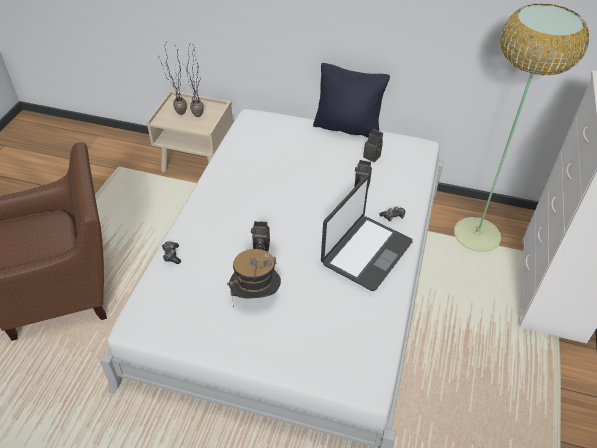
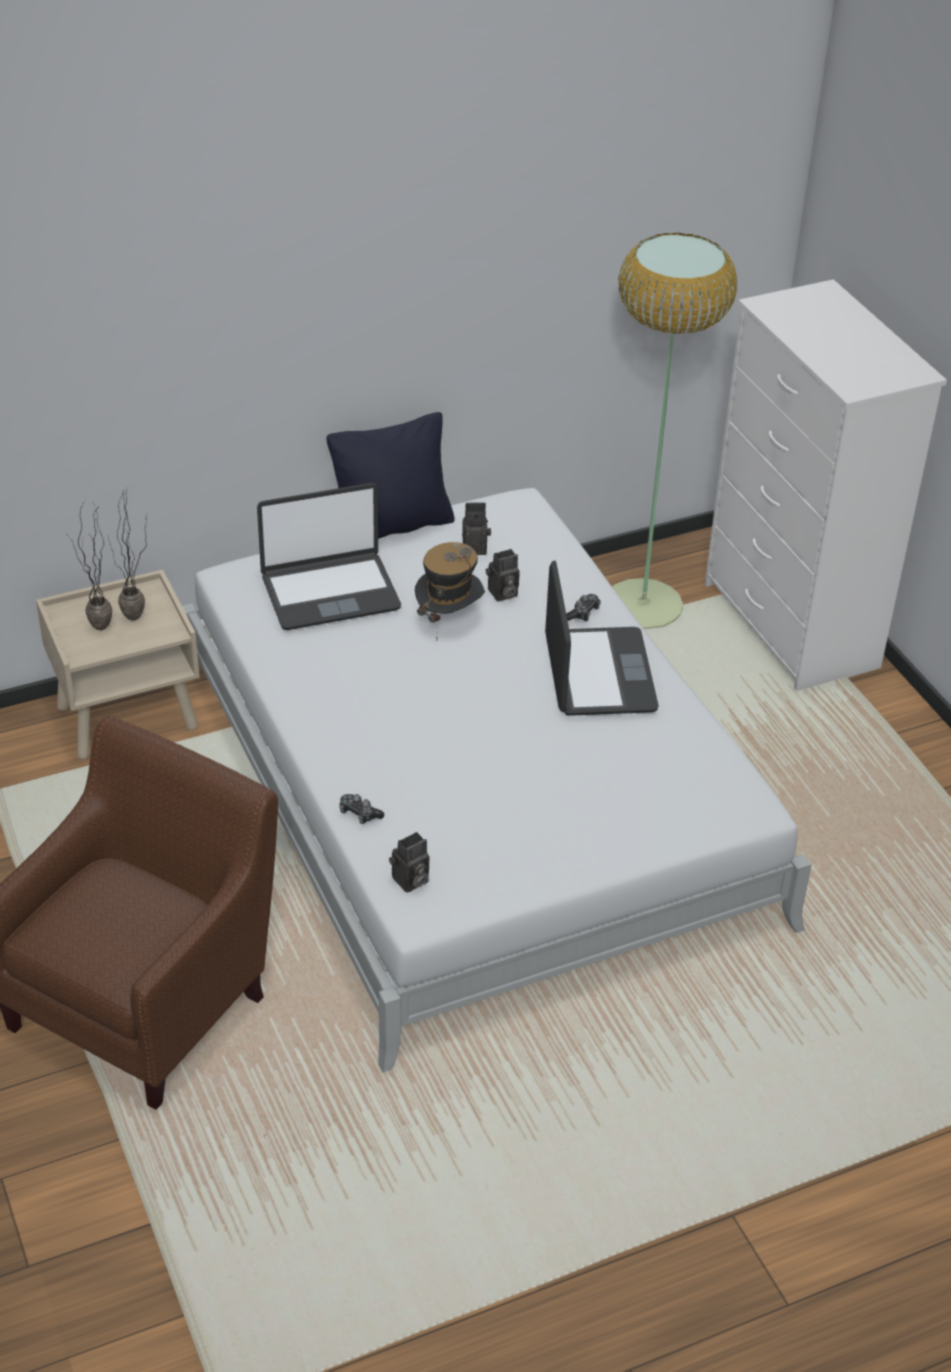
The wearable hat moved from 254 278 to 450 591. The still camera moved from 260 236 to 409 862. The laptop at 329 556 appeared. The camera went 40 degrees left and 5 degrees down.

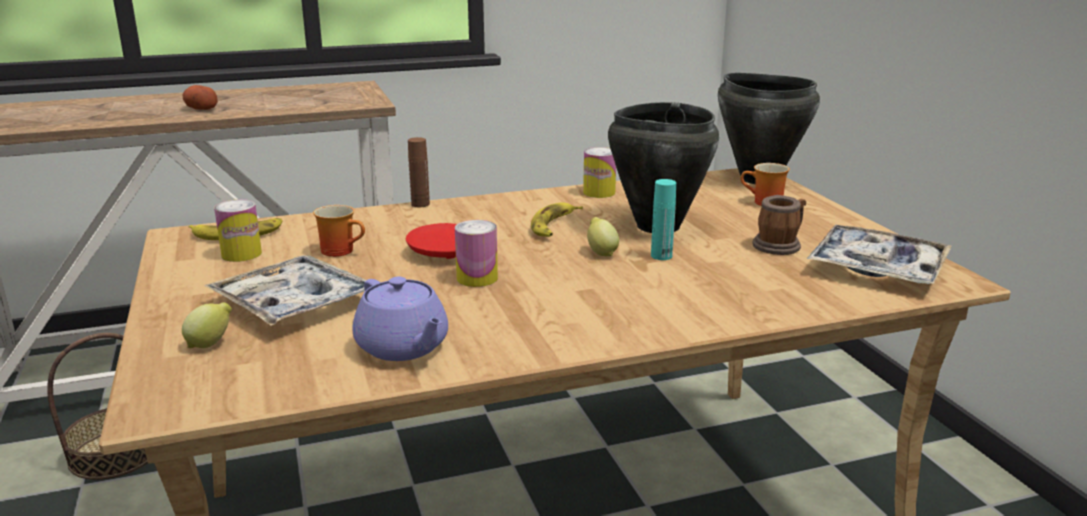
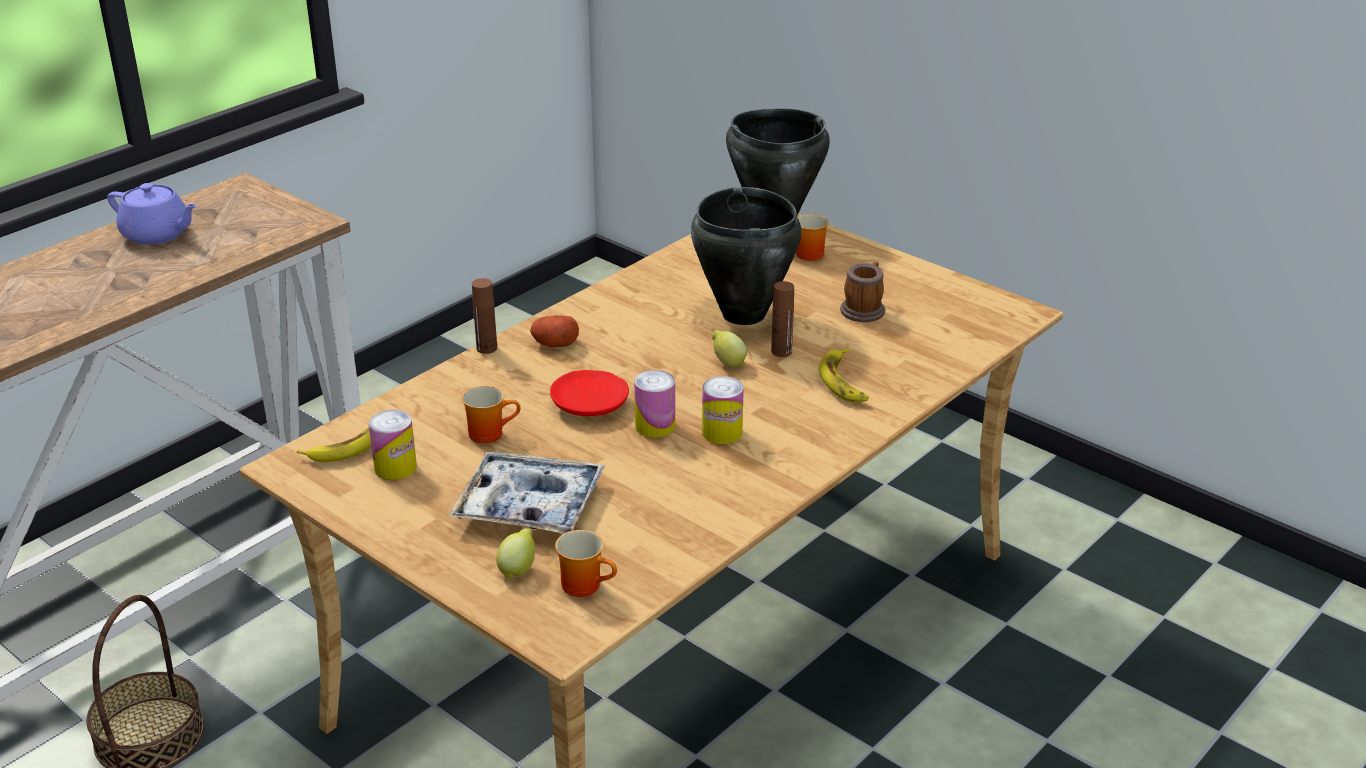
The spud moved from 200 97 to 554 331. The purplish teapot moved from 400 318 to 152 214. The banana moved from 557 219 to 843 375. The metal can moved from 599 172 to 723 410. The turquoise bottle at 663 219 became the brown bottle at 782 319. The tray at 879 254 disappeared. The coffee mug at 586 563 appeared. The camera went 30 degrees left and 10 degrees up.

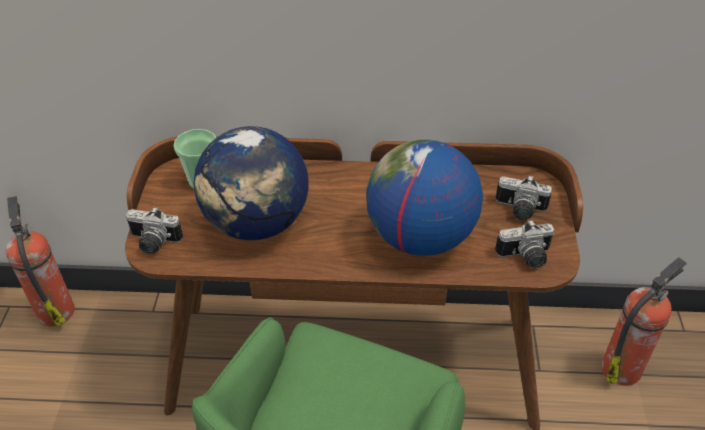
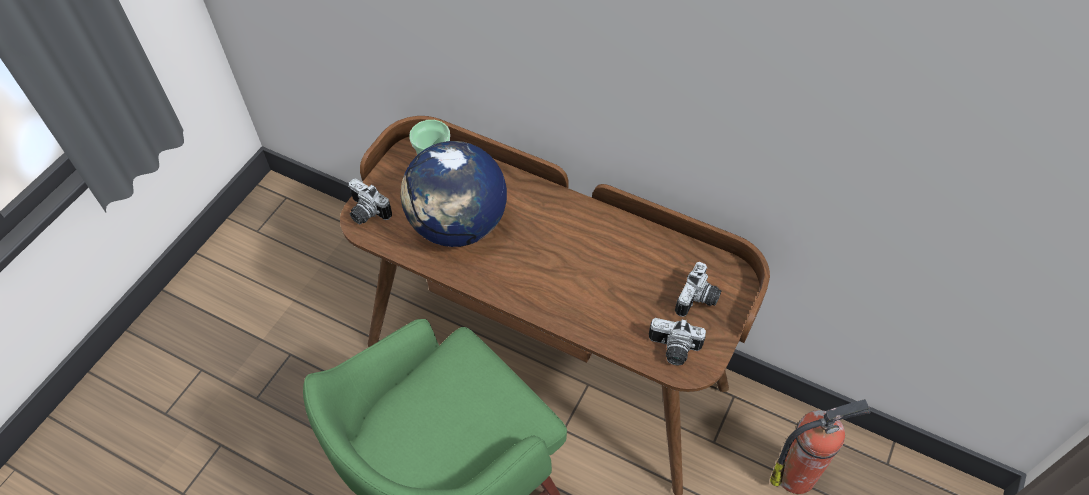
The extinguisher at 40 261 disappeared. The globe at 424 197 disappeared. The still camera at 524 198 turned 105 degrees counterclockwise. The camera went 25 degrees right and 10 degrees up.

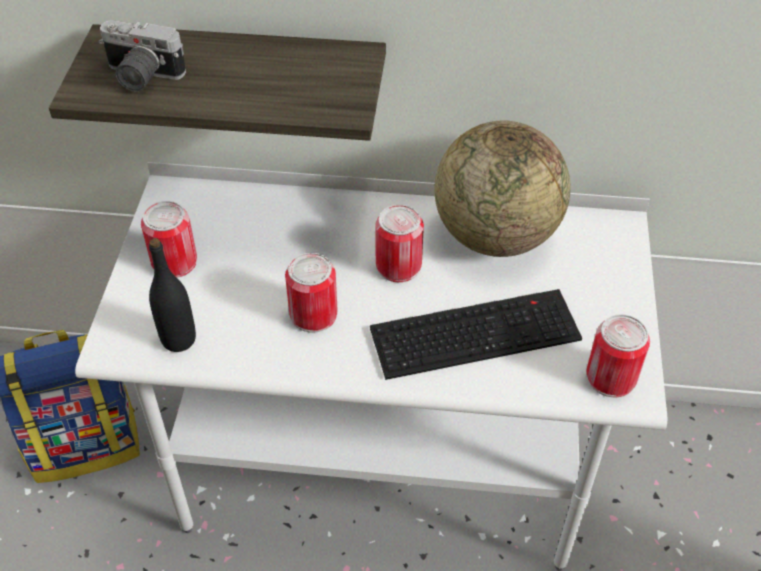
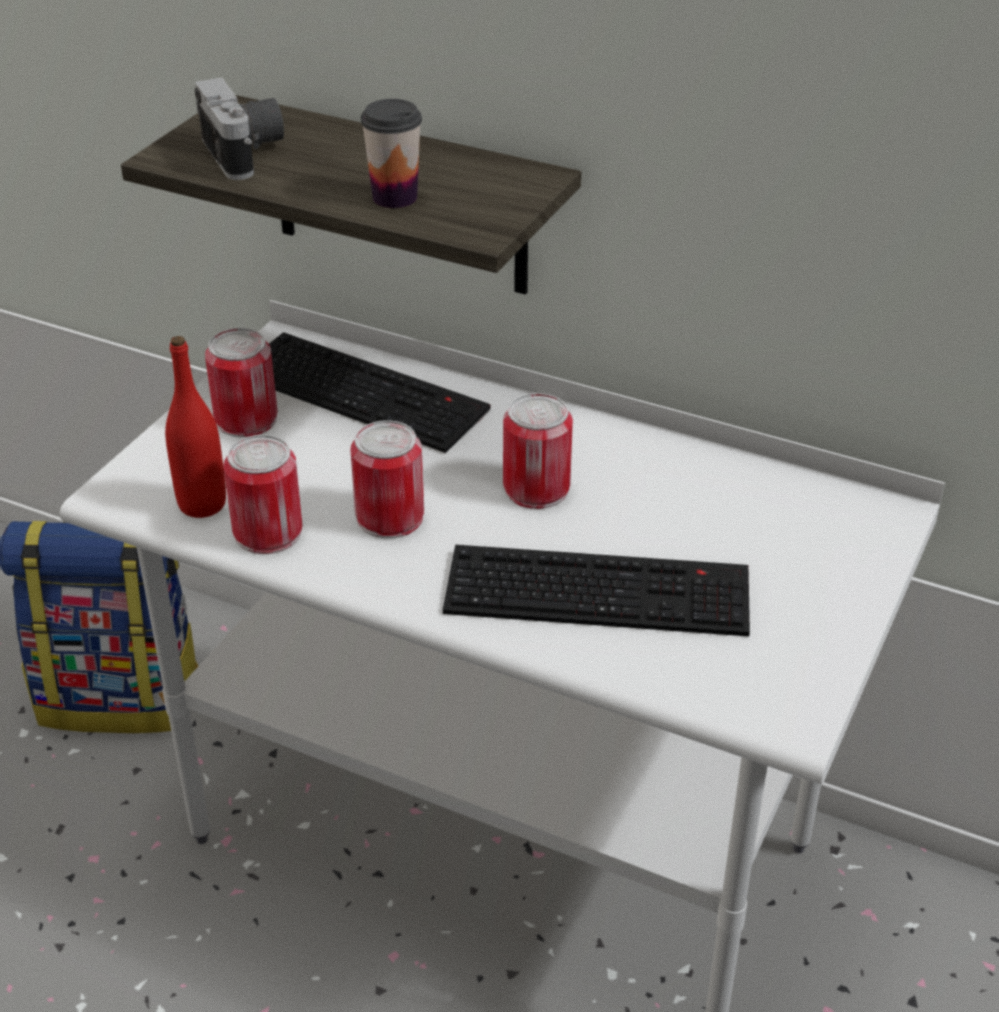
The still camera at 142 56 turned 150 degrees counterclockwise. The blackish bottle at 172 295 became the red-coloured bottle at 195 427. The globe at 502 188 disappeared. The metal can moved from 618 355 to 263 494. The computer keyboard at 380 392 appeared. The cup at 391 153 appeared. The camera went 20 degrees right and 10 degrees down.

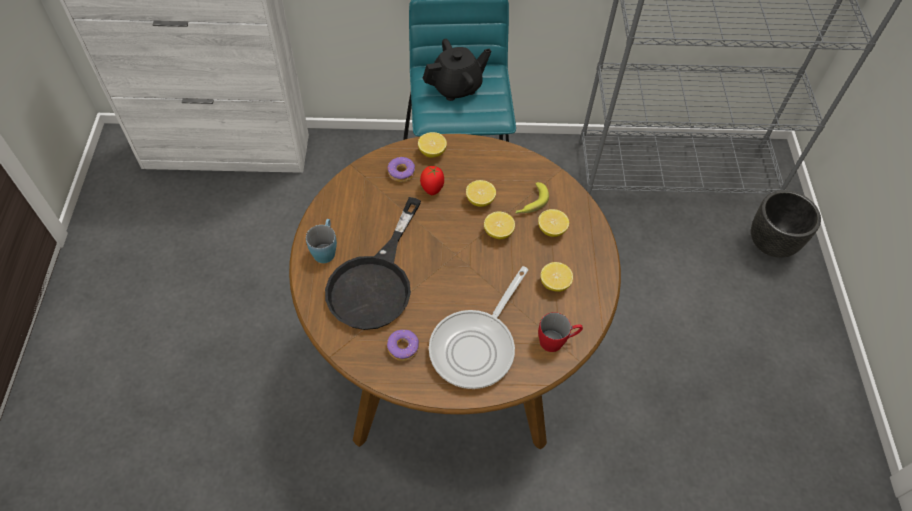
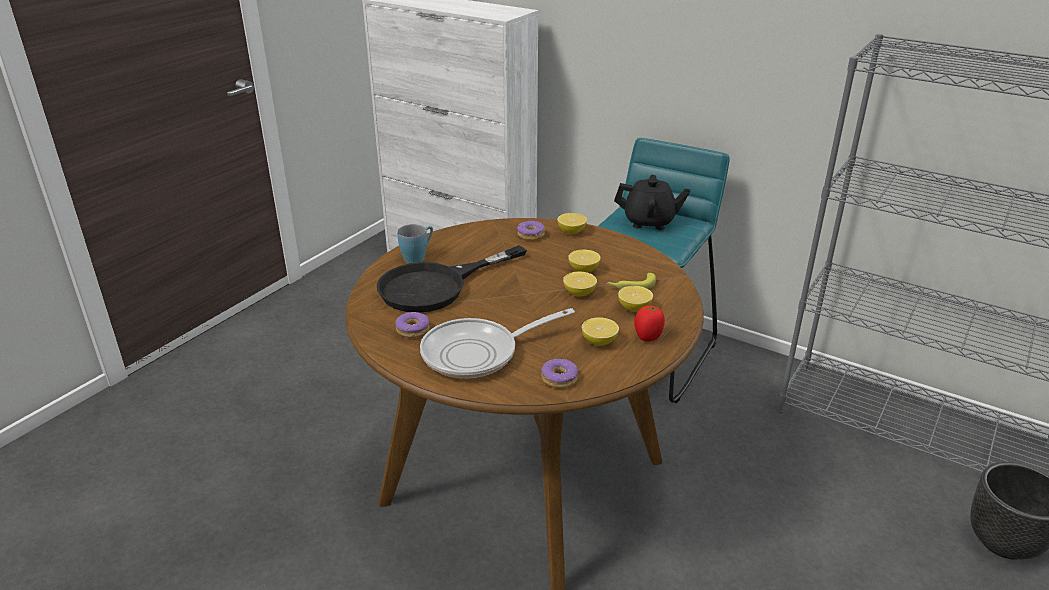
The tomato moved from 432 180 to 649 323. The red-coloured coffee mug at 560 332 was replaced by the doughnut at 559 373. The camera went 35 degrees right and 25 degrees down.

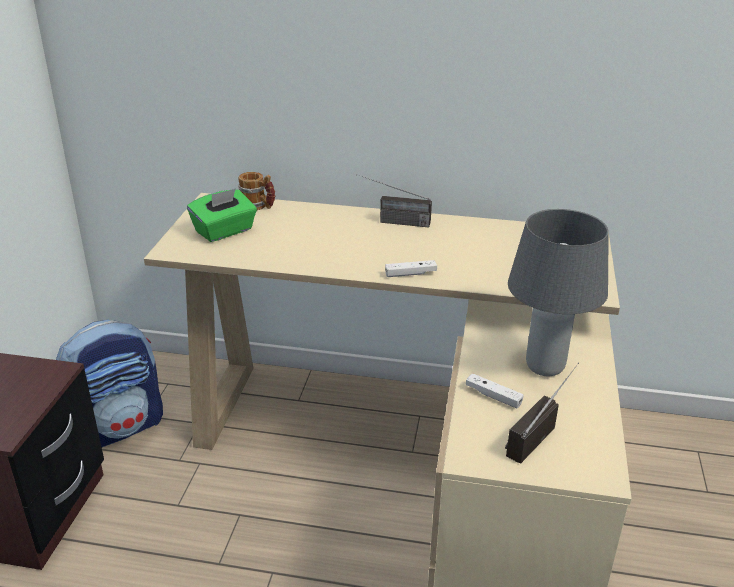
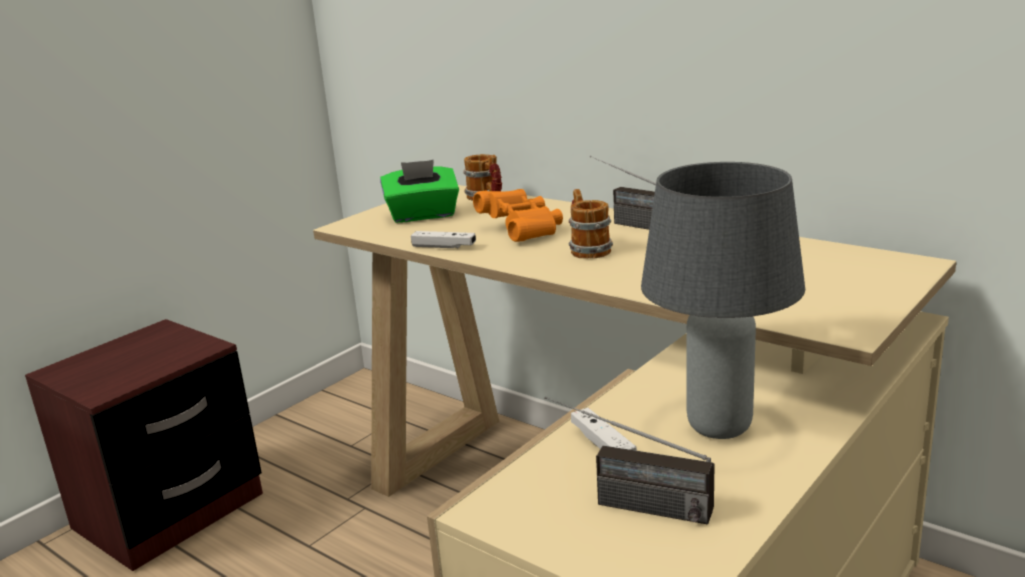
The backpack at 109 383 disappeared. The white joypad moved from 411 268 to 443 240. The radio at 542 412 turned 135 degrees counterclockwise. The orange pair of binoculars at 518 215 appeared. The coffee mug at 591 224 appeared. The camera went 30 degrees right and 10 degrees down.

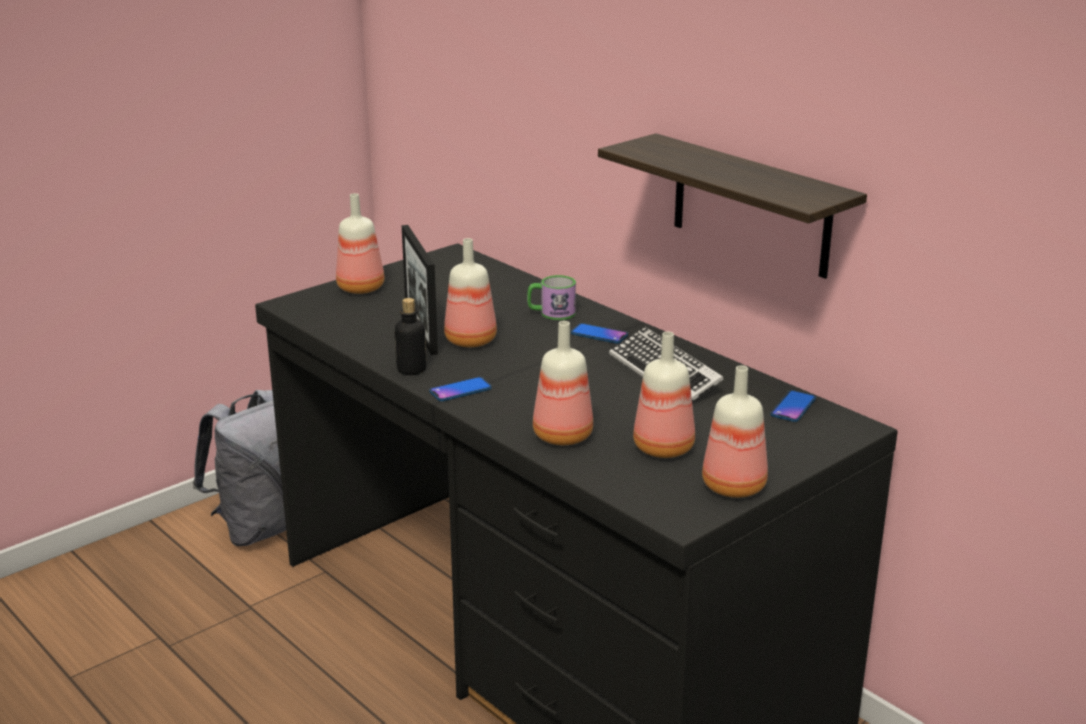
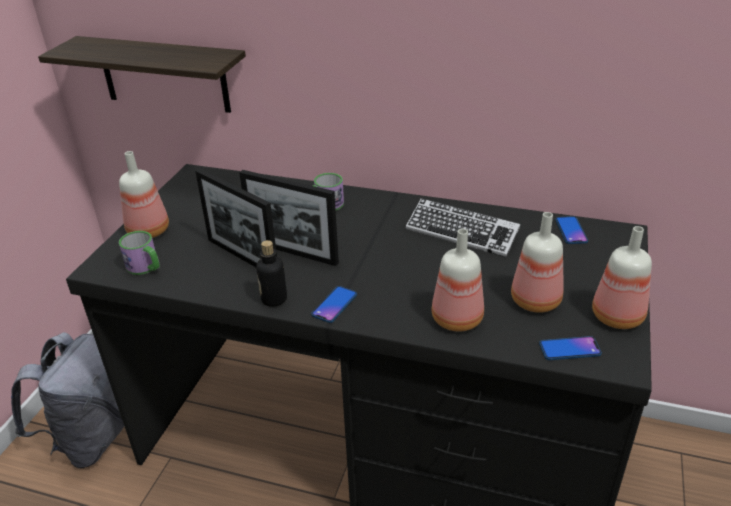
The bottle at 470 292 was replaced by the picture frame at 289 218. The handset moved from 599 333 to 570 348. The shelf moved from 732 206 to 142 74. The coffee mug at 139 253 appeared. The camera went 30 degrees left and 10 degrees up.

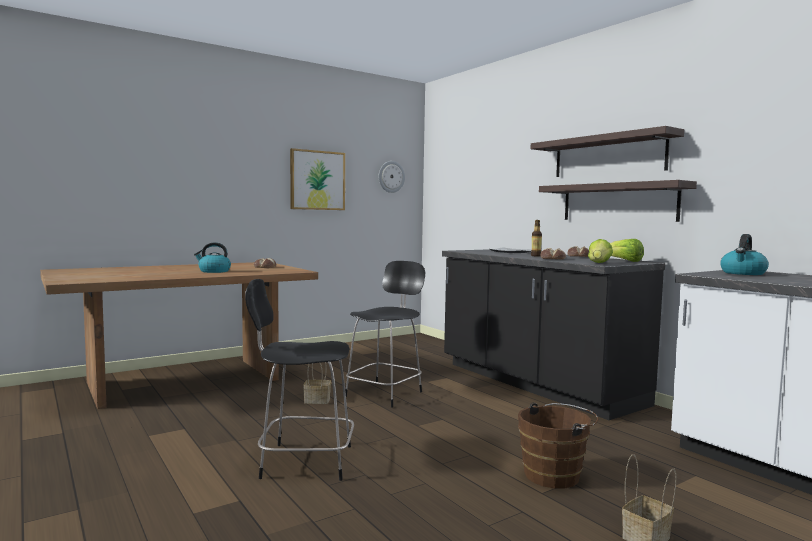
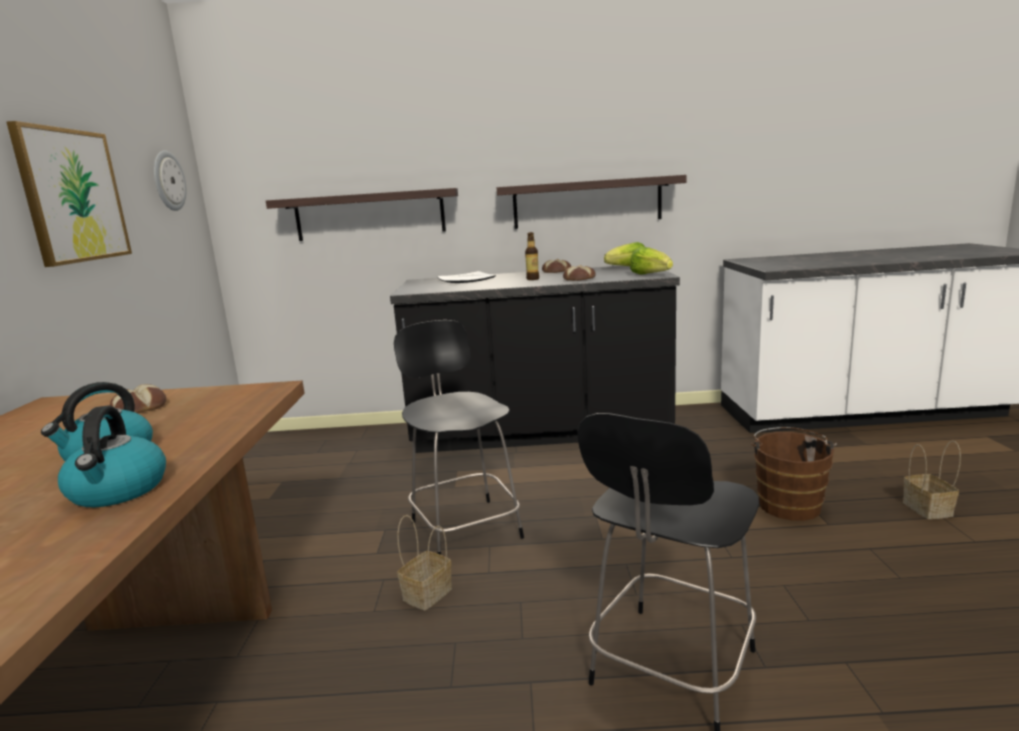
The shelf moved from 607 151 to 362 214. The kettle moved from 744 254 to 112 456. The camera went 55 degrees left and 10 degrees up.

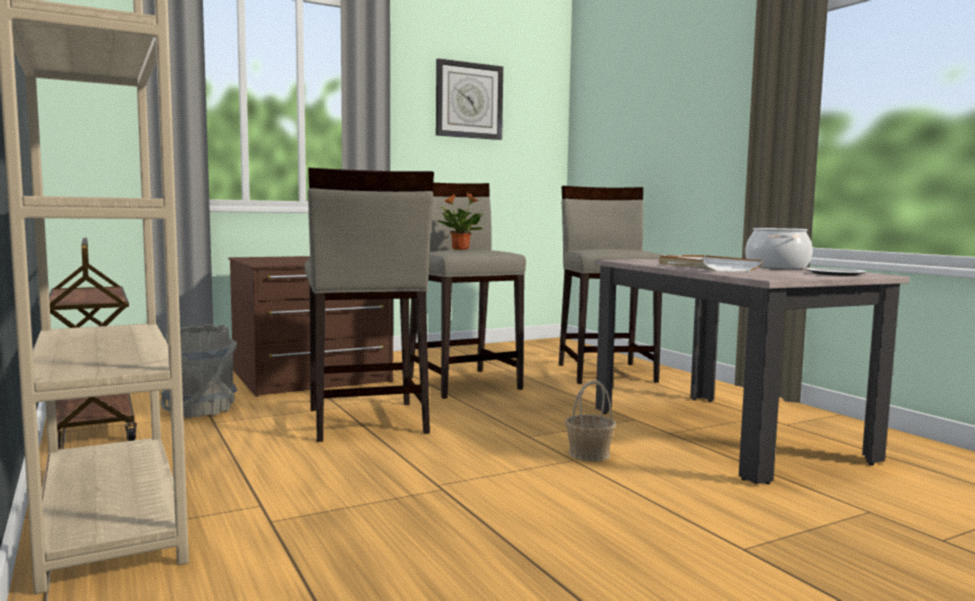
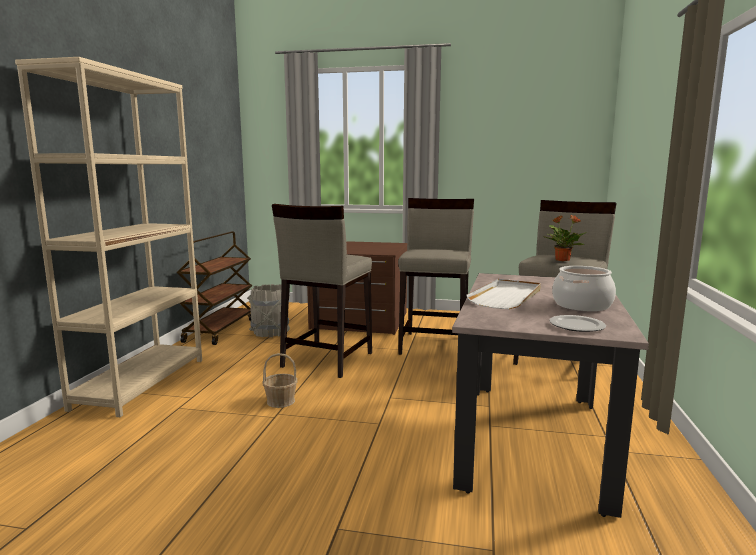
The clock on the wall at 469 99 disappeared. The houseplant moved from 460 221 to 565 238. The basket moved from 590 420 to 280 380. The camera went 40 degrees right and 5 degrees up.

